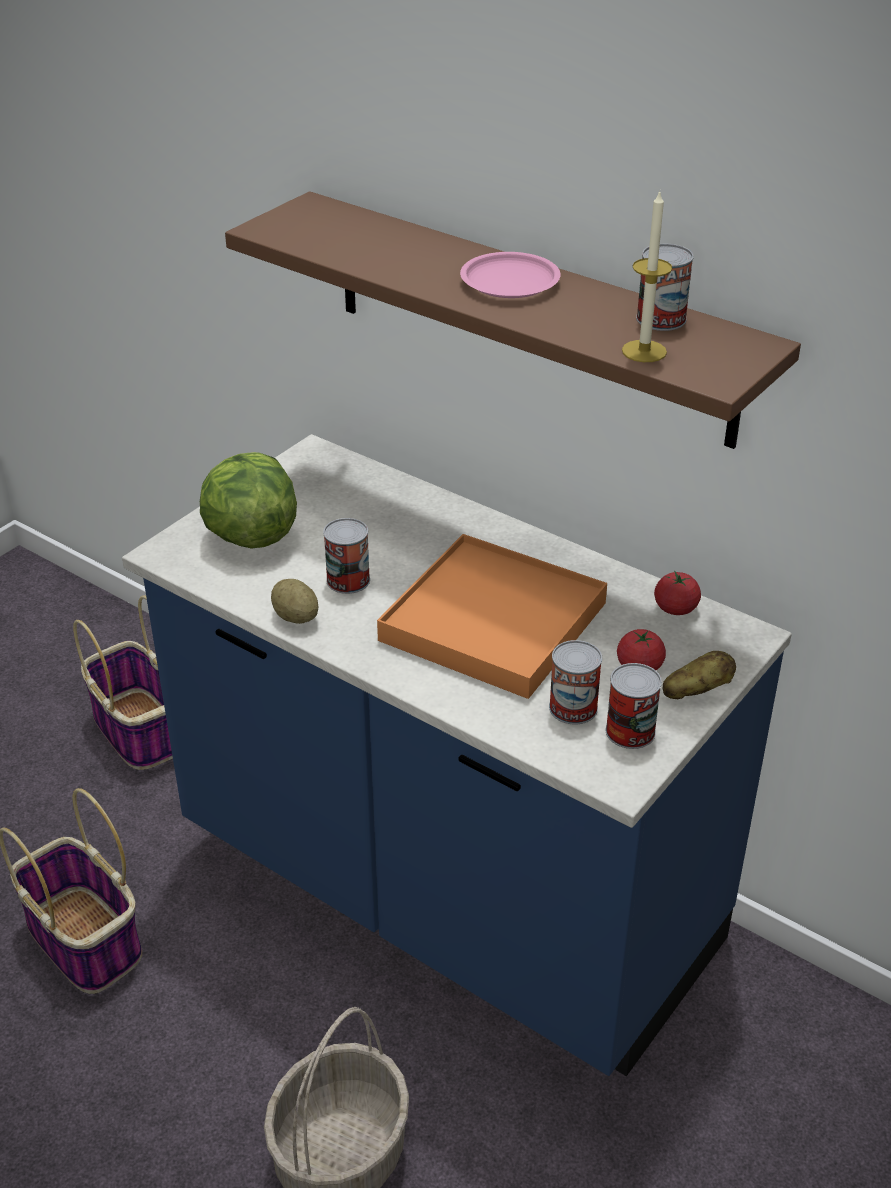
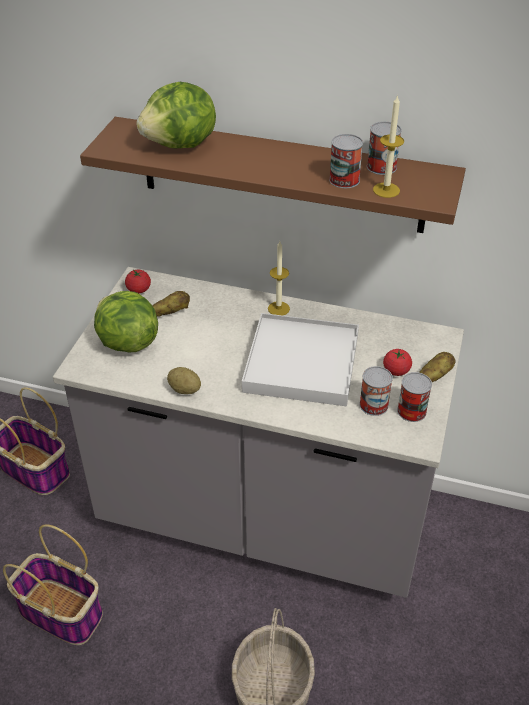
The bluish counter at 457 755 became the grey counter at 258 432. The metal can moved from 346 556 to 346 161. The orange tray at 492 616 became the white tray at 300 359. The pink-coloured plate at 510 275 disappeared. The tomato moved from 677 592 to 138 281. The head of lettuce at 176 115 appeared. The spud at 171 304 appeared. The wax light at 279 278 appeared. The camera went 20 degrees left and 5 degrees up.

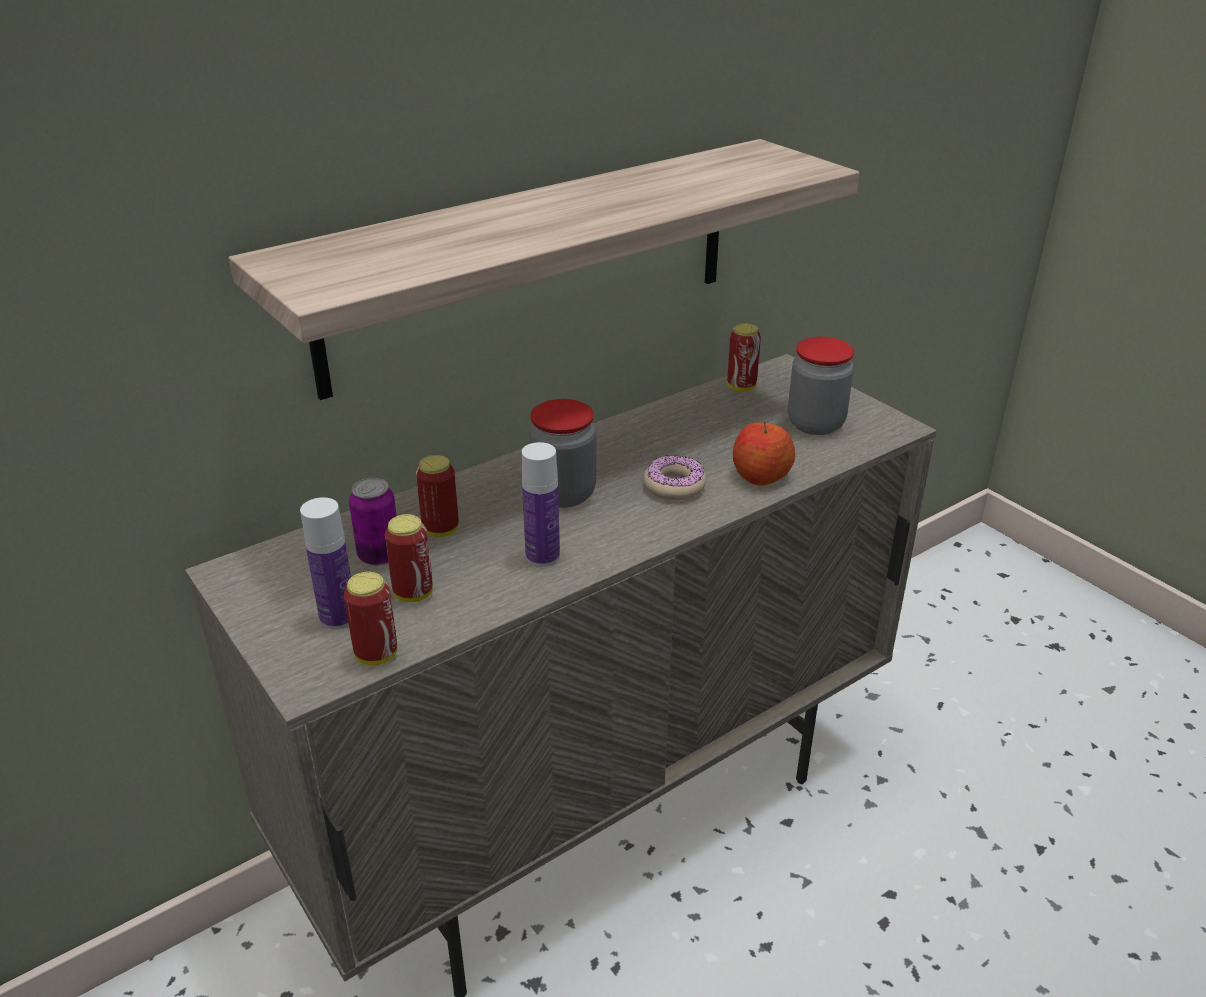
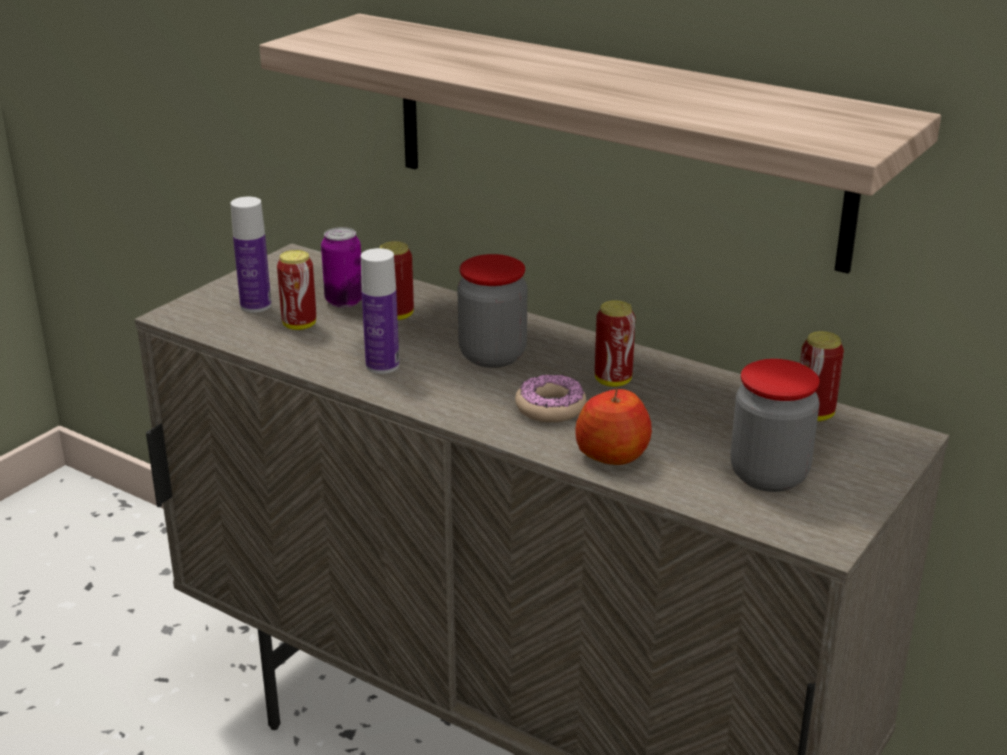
The metal can moved from 370 618 to 615 343. The camera went 70 degrees right and 5 degrees down.

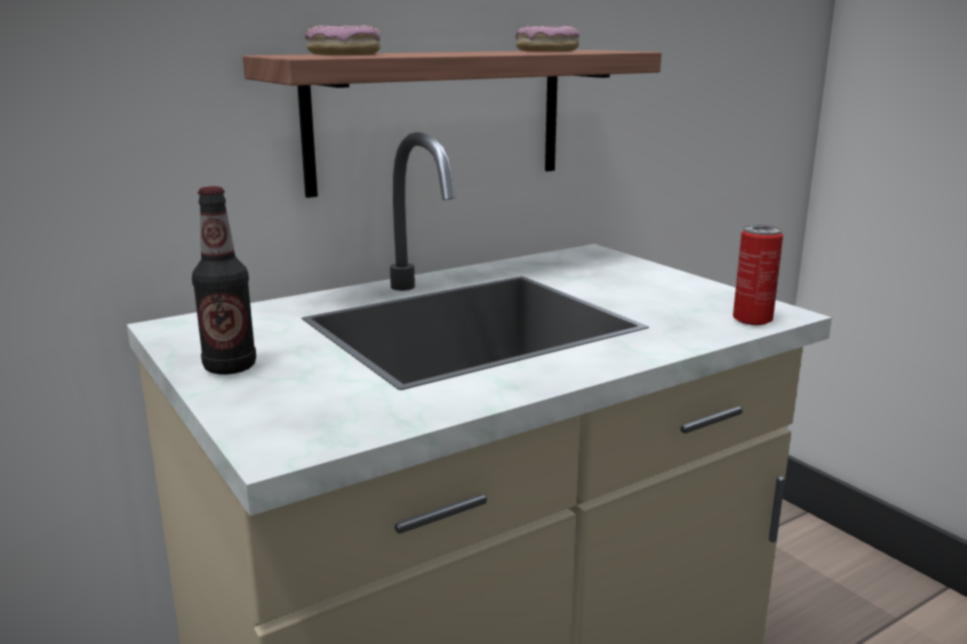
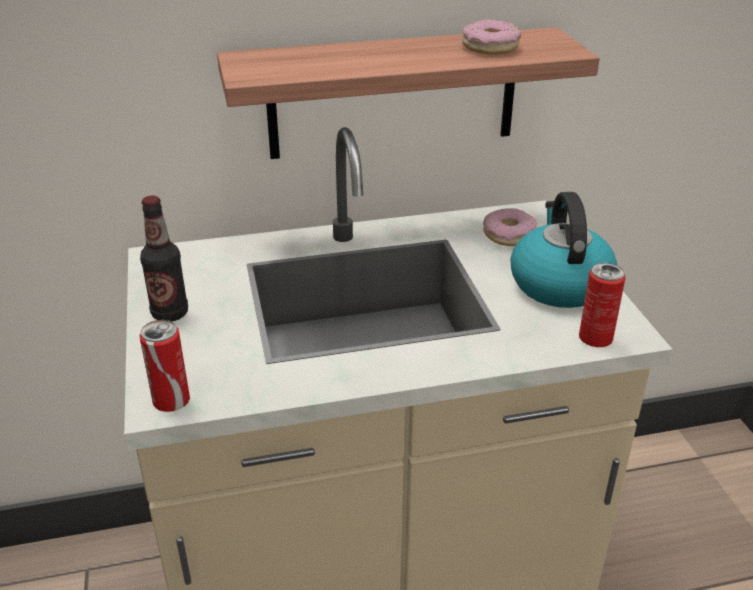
The doughnut moved from 342 40 to 510 227. The metal can at 165 366 appeared. The kettle at 564 250 appeared. The camera went 20 degrees right and 15 degrees up.

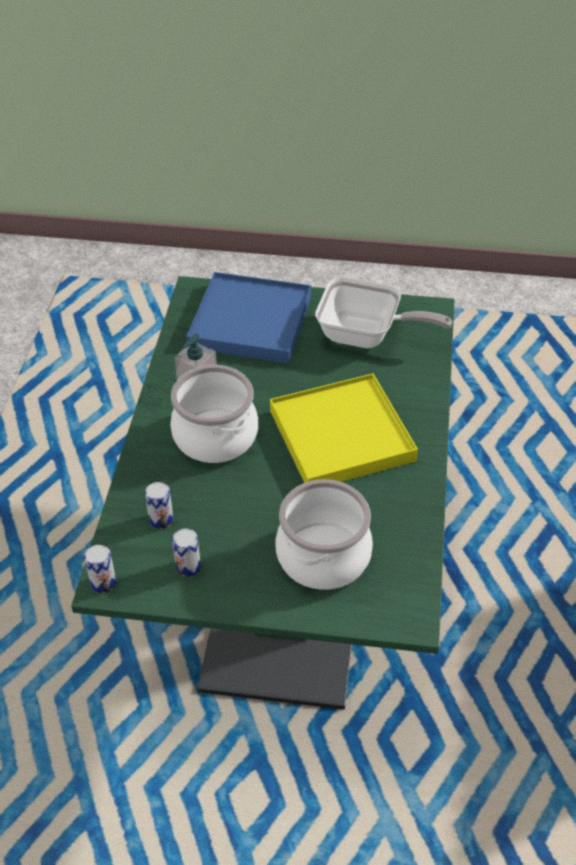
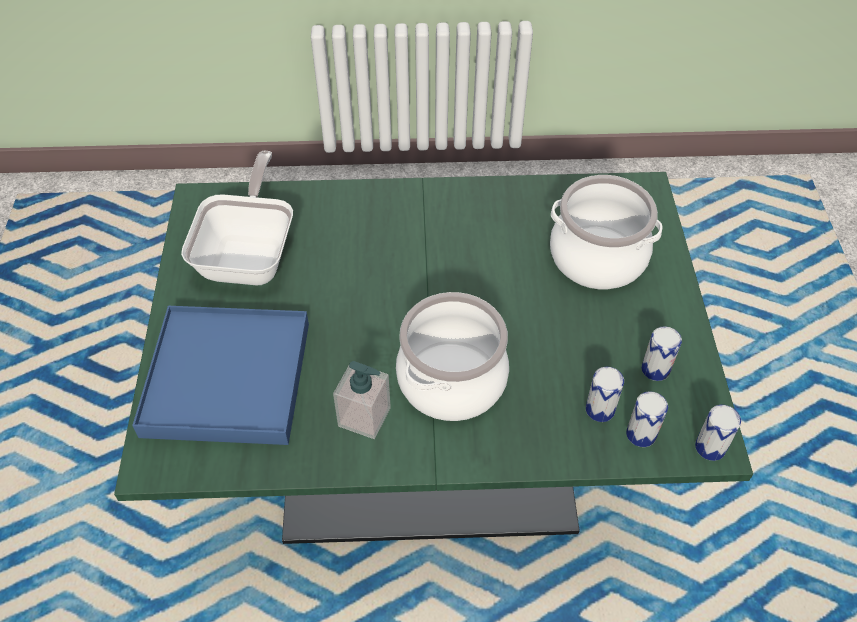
The yellowish tray at 344 428 disappeared. The metal can at 647 419 appeared. The camera went 100 degrees left and 5 degrees up.

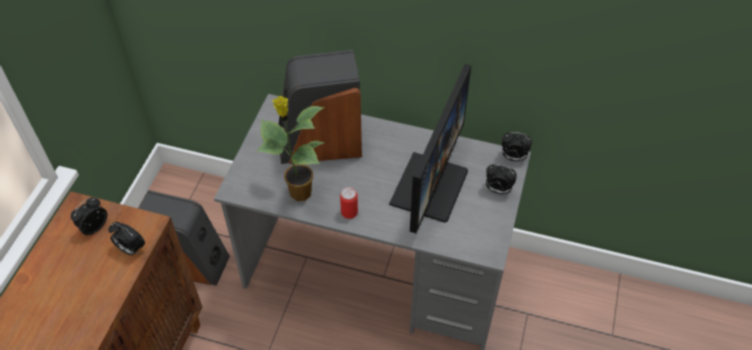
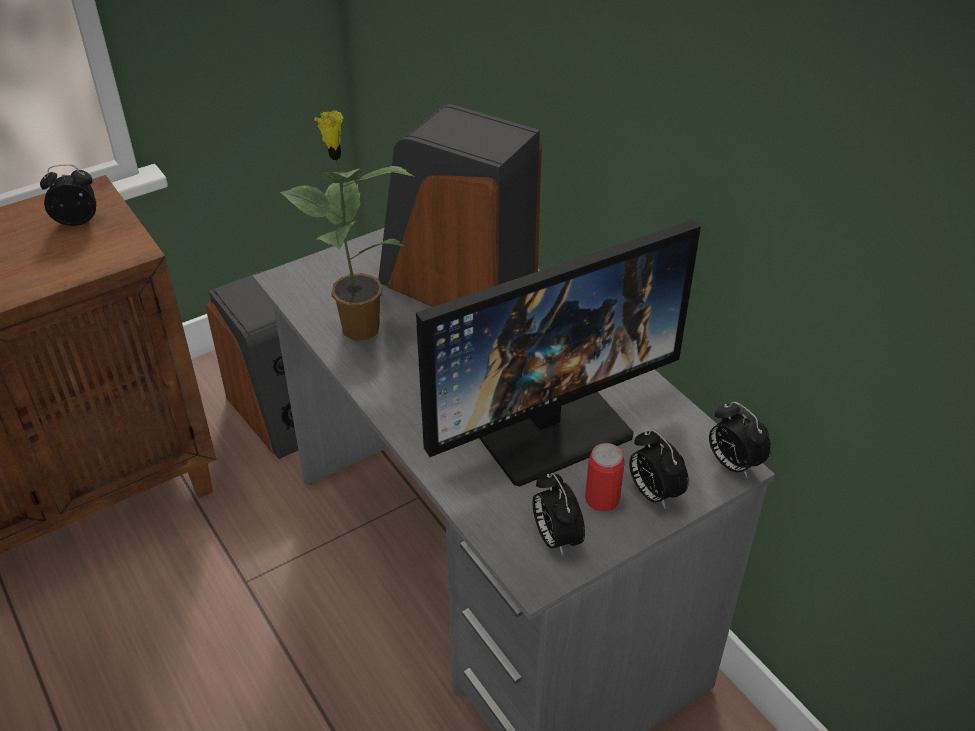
The table clock moved from 126 238 to 558 514. The metal can moved from 349 203 to 605 477. The camera went 40 degrees right and 10 degrees down.

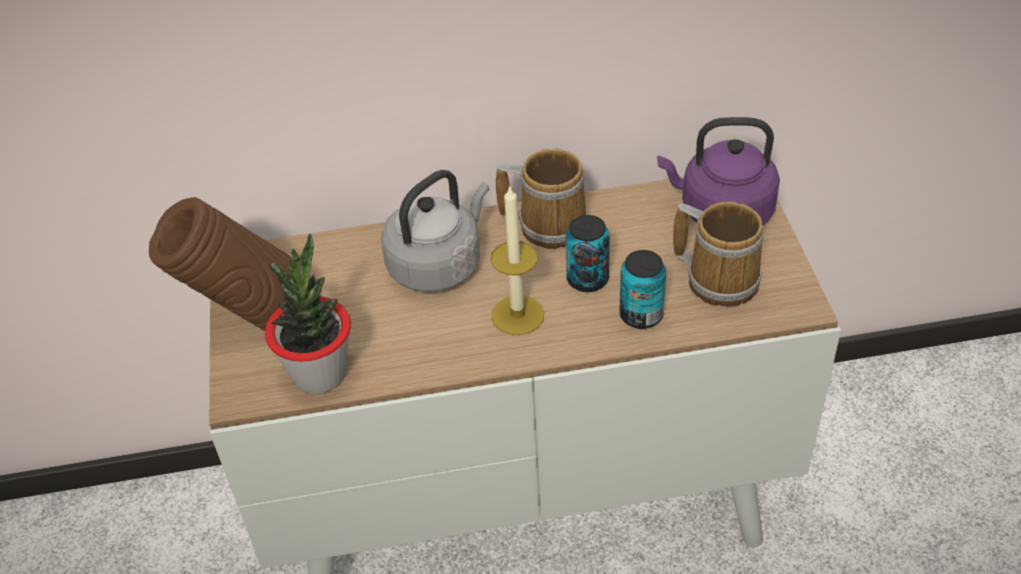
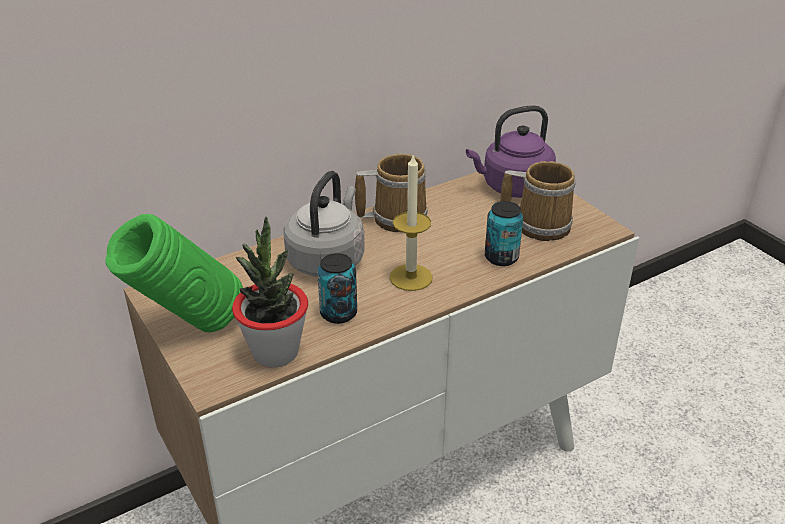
The brown flower vase at 220 264 became the greenish flower vase at 174 273. The metal can moved from 588 253 to 337 288. The camera went 25 degrees left and 10 degrees down.

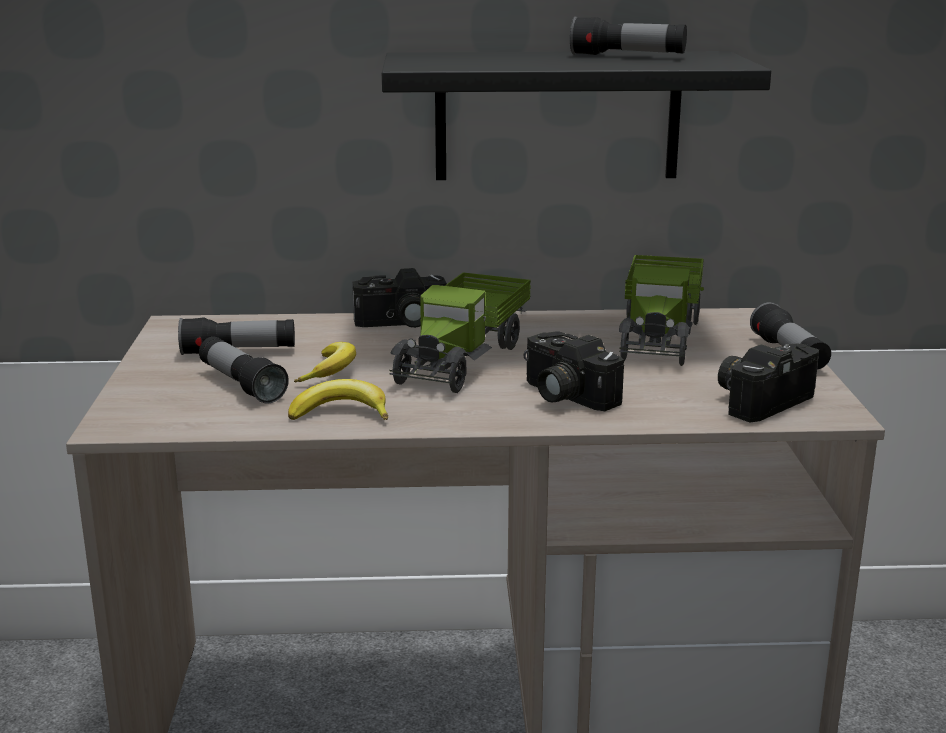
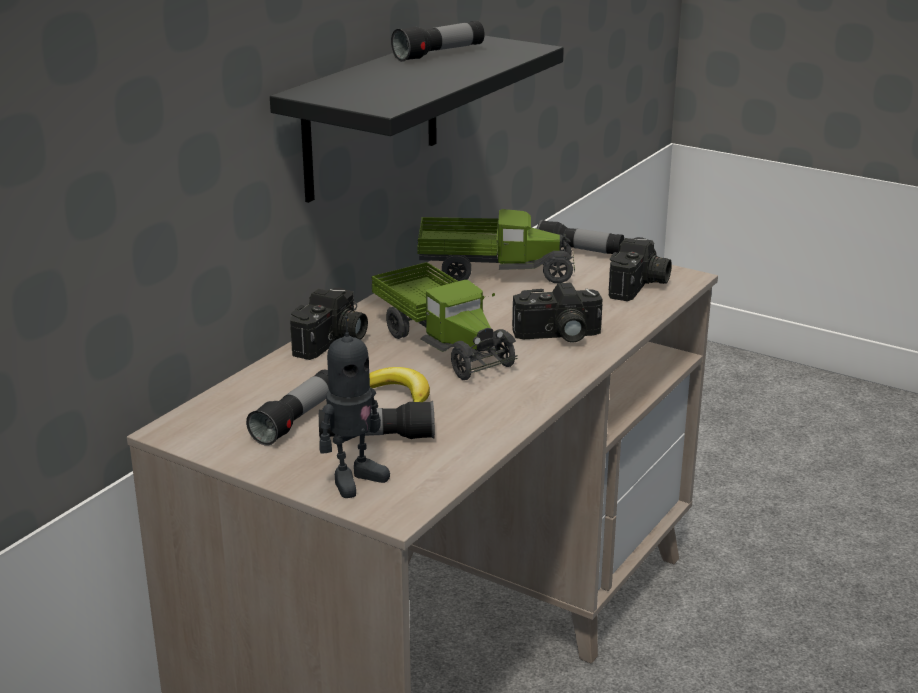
The banana at 338 399 disappeared. The model truck at 661 310 turned 45 degrees counterclockwise. The still camera at 768 383 turned 150 degrees counterclockwise. The toy robot at 354 407 appeared. The camera went 55 degrees left and 5 degrees up.

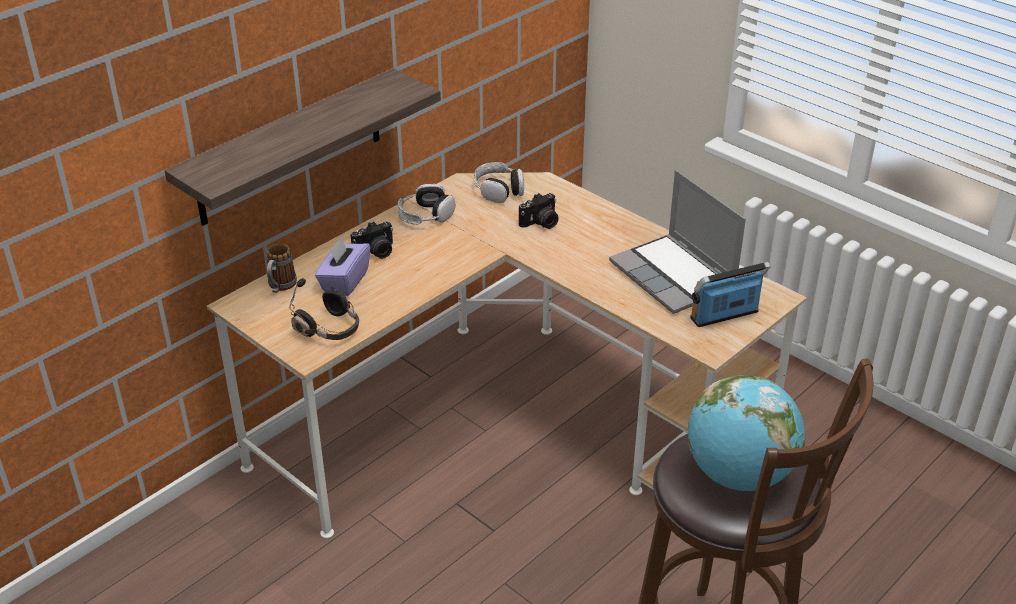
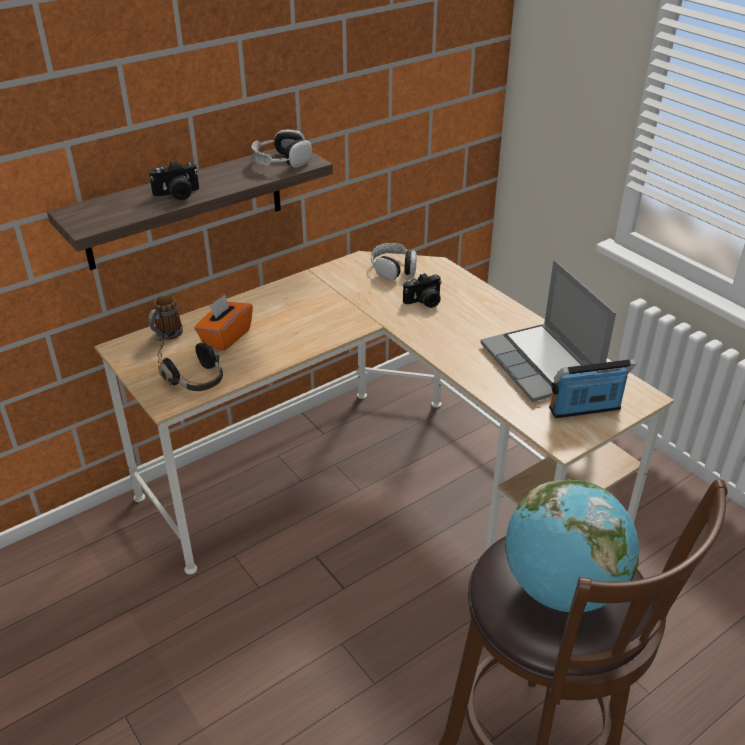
The purplish box of tissues at 342 266 became the orange box of tissues at 223 322. The still camera moved from 372 240 to 174 180. The headset moved from 427 204 to 281 149. The camera went 10 degrees right and 0 degrees up.

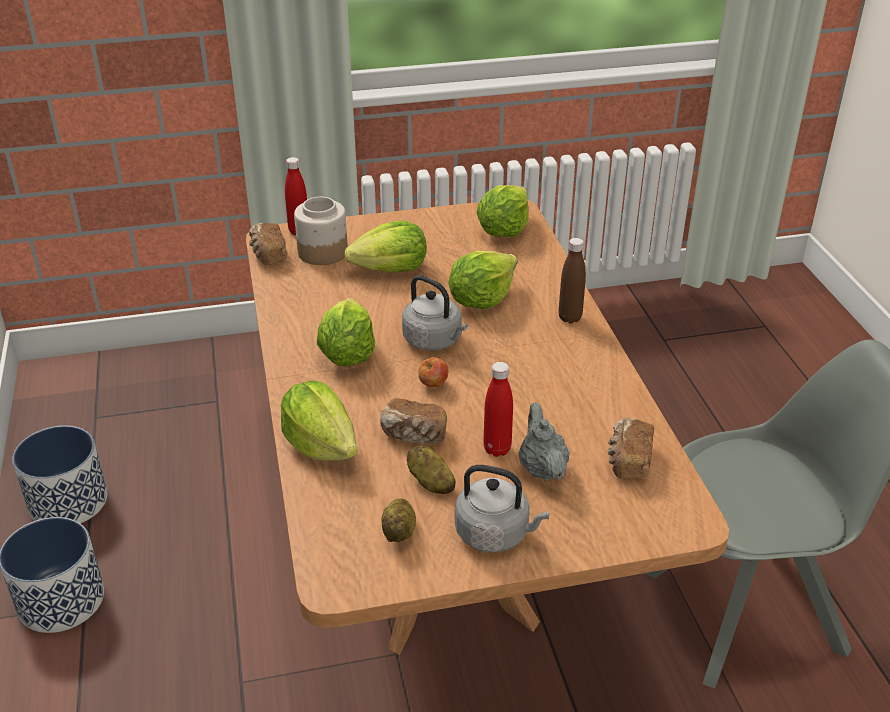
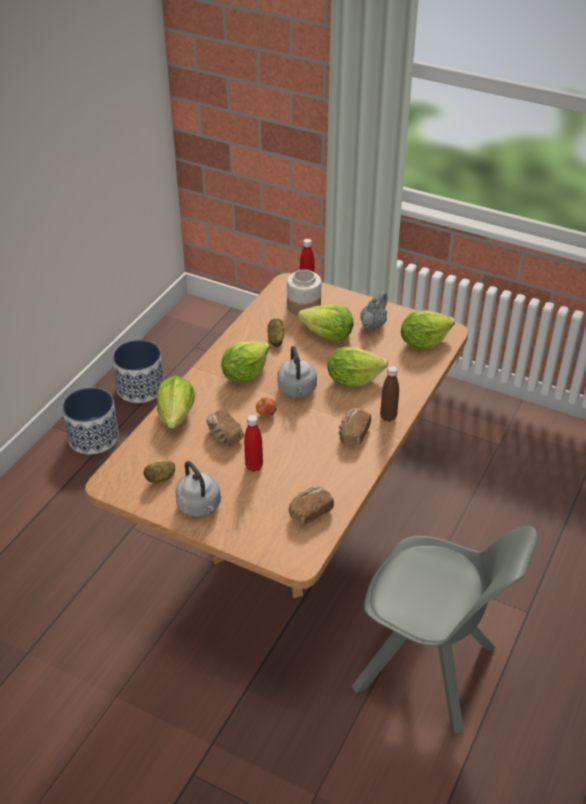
The bakery bread moved from 268 244 to 355 426. The spud moved from 431 469 to 275 333. The grey teapot moved from 544 441 to 373 311. The camera went 40 degrees right and 5 degrees up.

